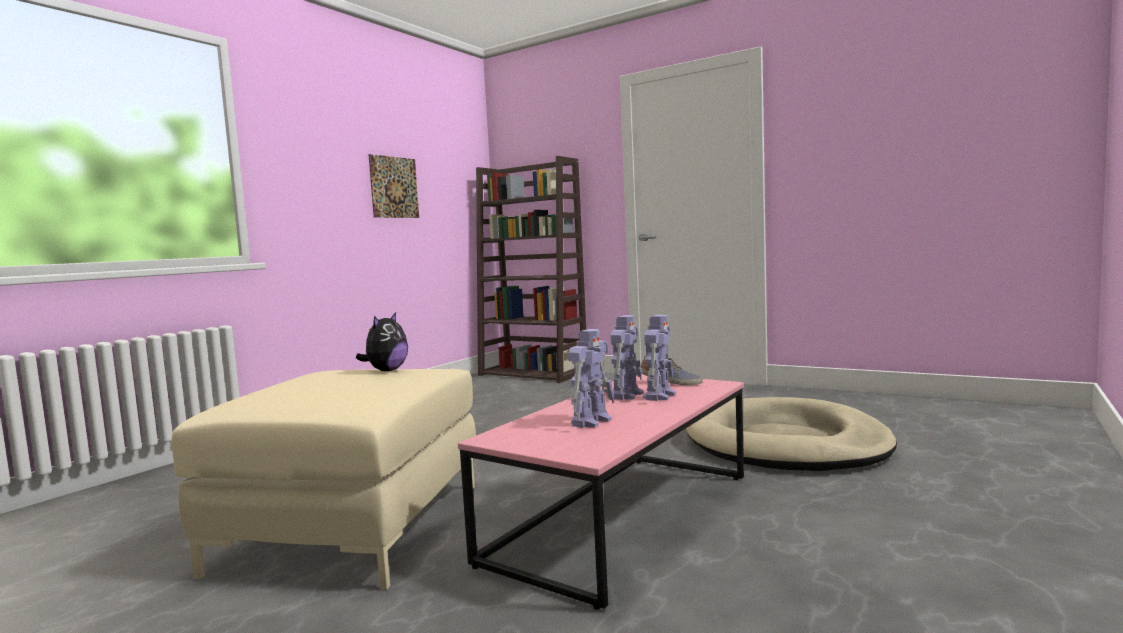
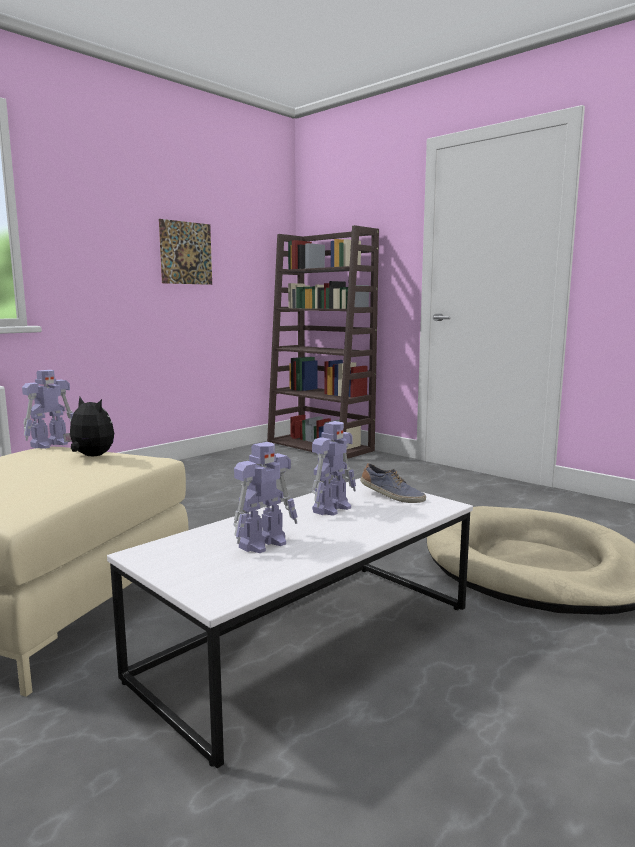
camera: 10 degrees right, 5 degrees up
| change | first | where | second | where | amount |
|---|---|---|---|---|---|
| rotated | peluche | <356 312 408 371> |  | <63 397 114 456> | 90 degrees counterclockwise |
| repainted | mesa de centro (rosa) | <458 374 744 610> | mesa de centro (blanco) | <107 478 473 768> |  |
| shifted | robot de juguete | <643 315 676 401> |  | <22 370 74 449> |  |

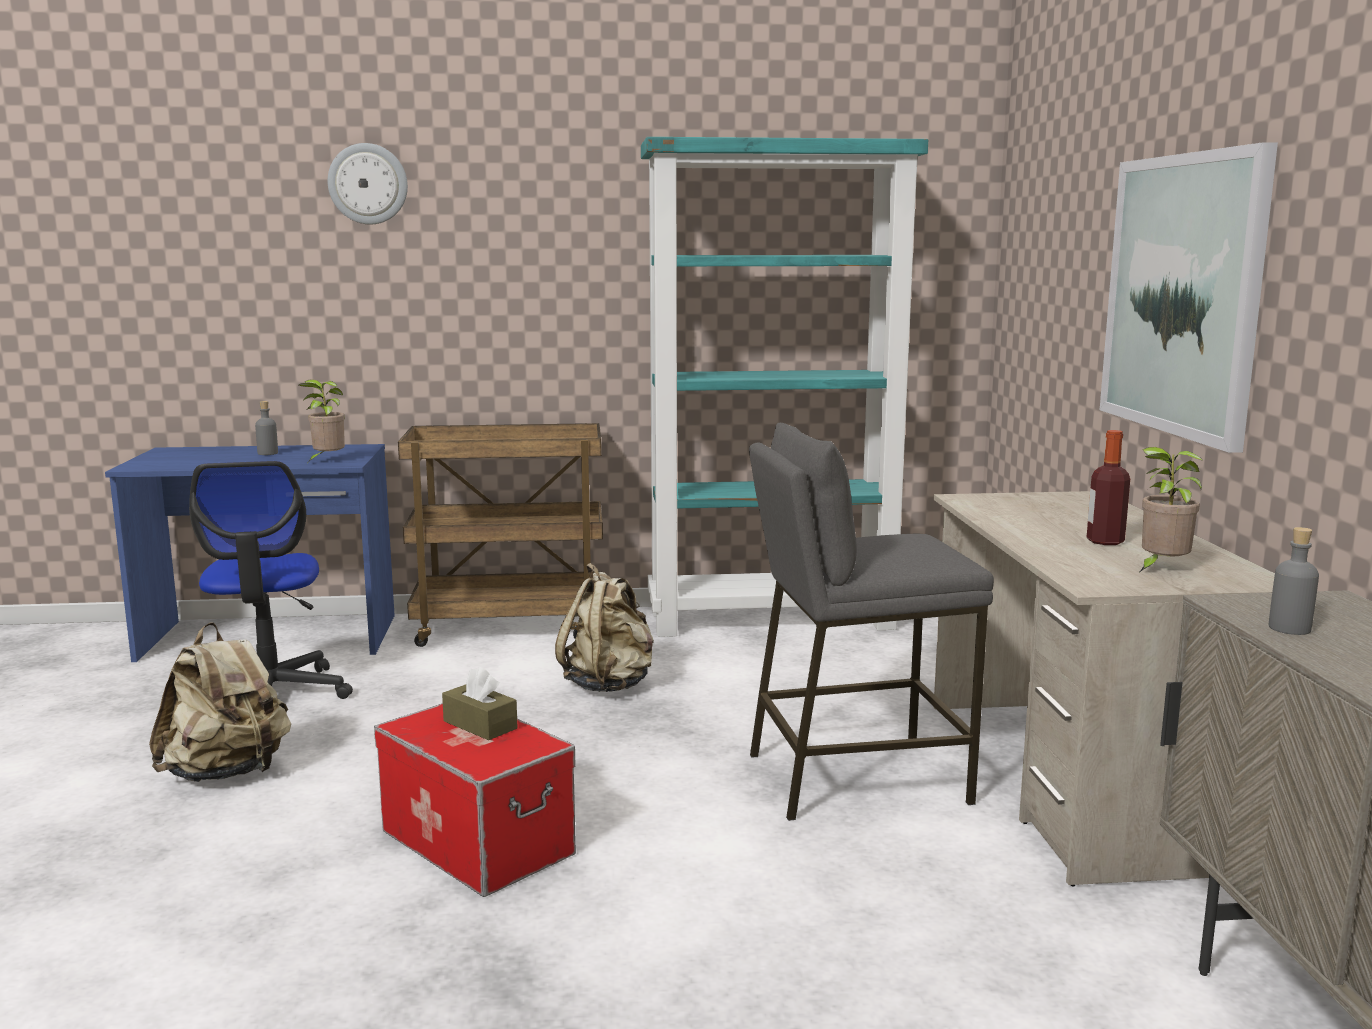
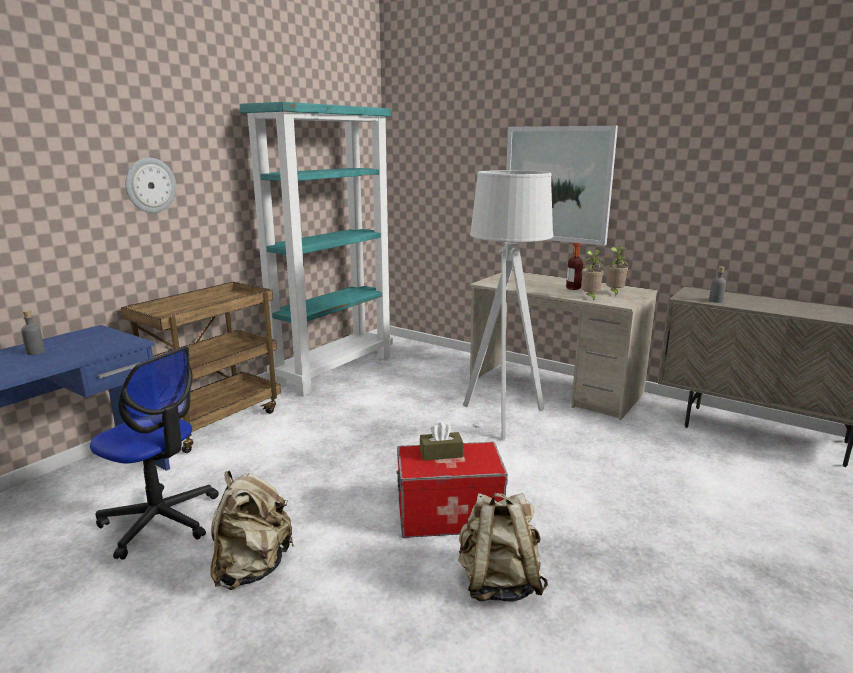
camera: 50 degrees left, 5 degrees up
| change | first | where | second | where | amount |
|---|---|---|---|---|---|
| shifted | planta en maceta | <299 379 345 462> |  | <582 250 604 301> |  |
| shifted | reloj de pared | <328 143 408 224> |  | <125 158 176 213> |  |
| shifted | mochila (beis) | <555 563 654 692> |  | <458 493 548 602> |  |
| swapped | taburete (gris) | <749 423 994 821> | lámpara de pie (gris) | <463 170 553 439> |  |

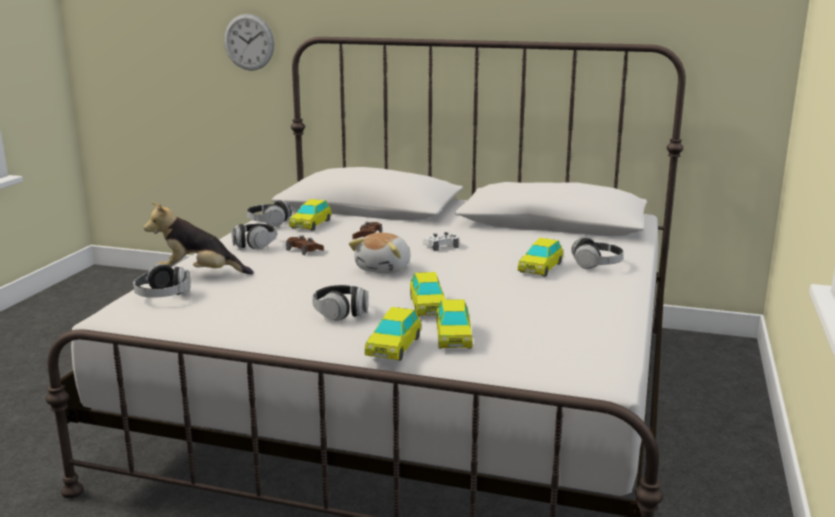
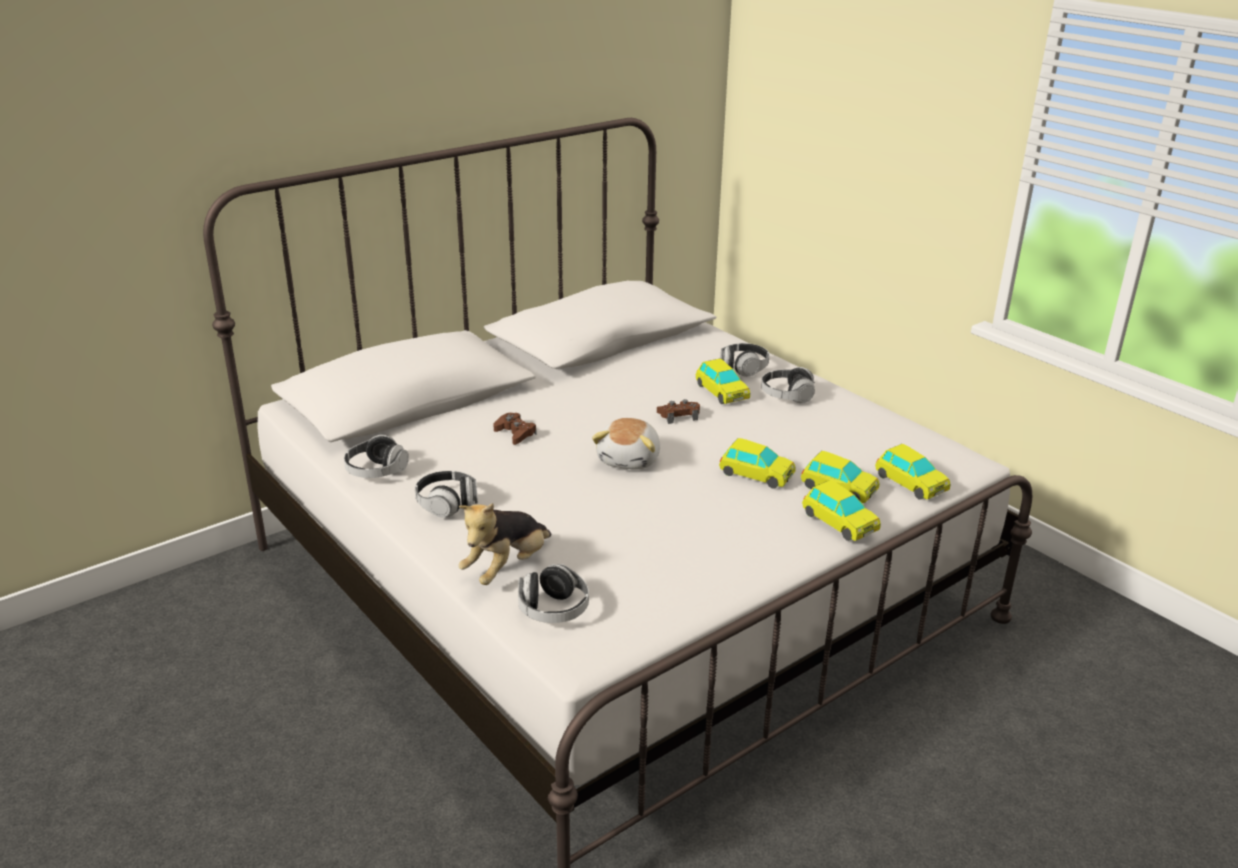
camera: 55 degrees left, 10 degrees up
| change | first | where | second | where | amount |
|---|---|---|---|---|---|
| gone | reloj de pared | <224 14 274 71> |  |  |  |
| shifted | mando de consola (marrón) | <286 235 324 255> |  | <657 399 700 424> |  |
| shifted | coche de juguete | <289 199 332 231> |  | <875 444 951 500> |  |
| shifted | auriculares | <313 285 368 321> |  | <761 367 815 403> |  |
| rotated | peluche | <349 232 411 274> |  | <592 418 660 470> | 45 degrees clockwise |
| gone | mando de consola (blanco) | <423 232 459 251> |  |  |  |

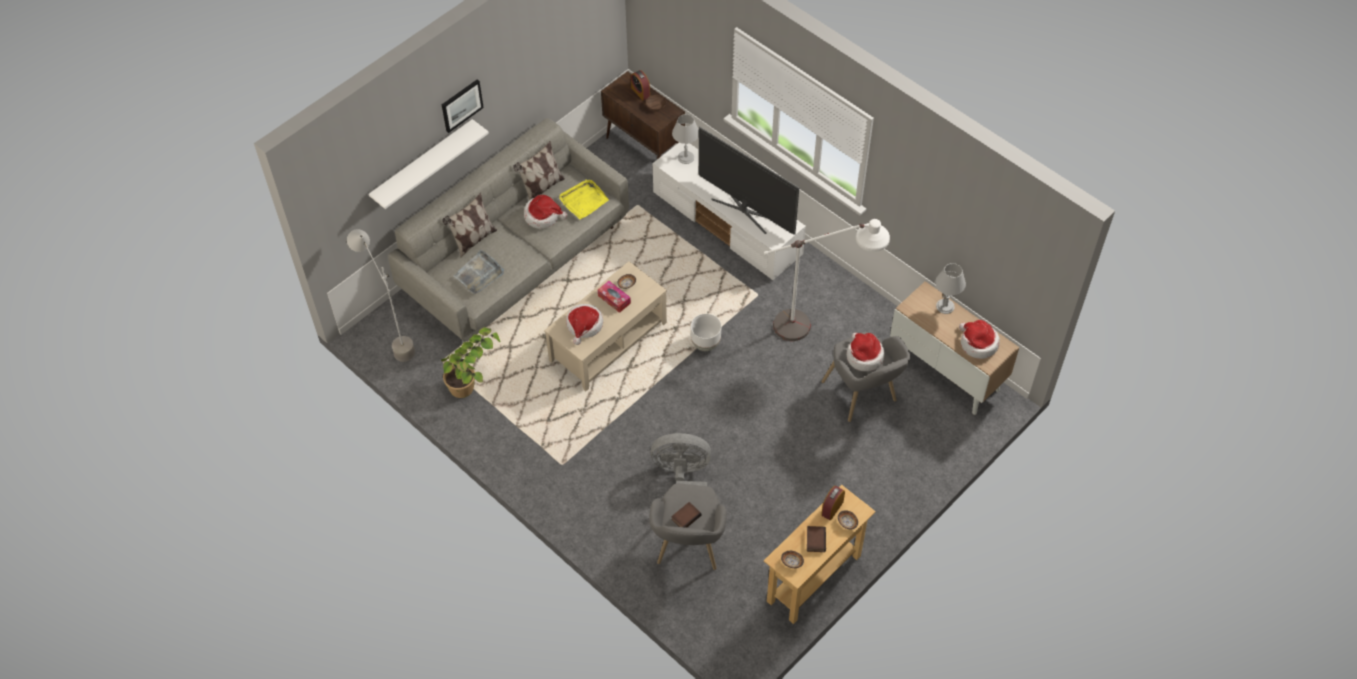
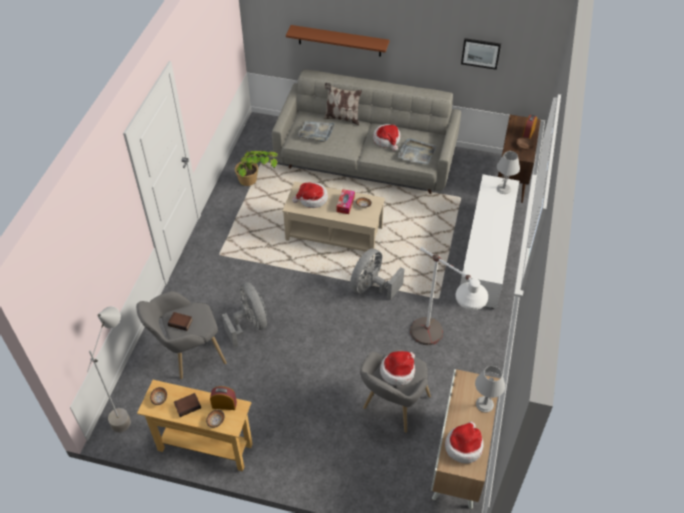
camera: 60 degrees right, 5 degrees down
| change | first | where | second | where | amount |
|---|---|---|---|---|---|
| shifted | lámpara de pie (gris) | <347 229 415 362> |  | <87 306 131 433> |  |
| repainted | estante (blanco) | <369 119 489 209> | estante (marrón) | <286 25 390 57> |  |
| shifted | cuadro | <442 79 484 133> |  | <461 38 501 70> |  |
| gone | cojín | <513 141 565 200> |  |  |  |
| repainted | bandeja (amarillo) | <559 179 609 219> | bandeja (gris) | <398 138 436 165> |  |
| swapped | maceta (blanco) | <691 314 721 351> | ventilador (gris) | <350 248 404 300> |  |
| gone | televisor | <699 127 799 235> |  |  |  |

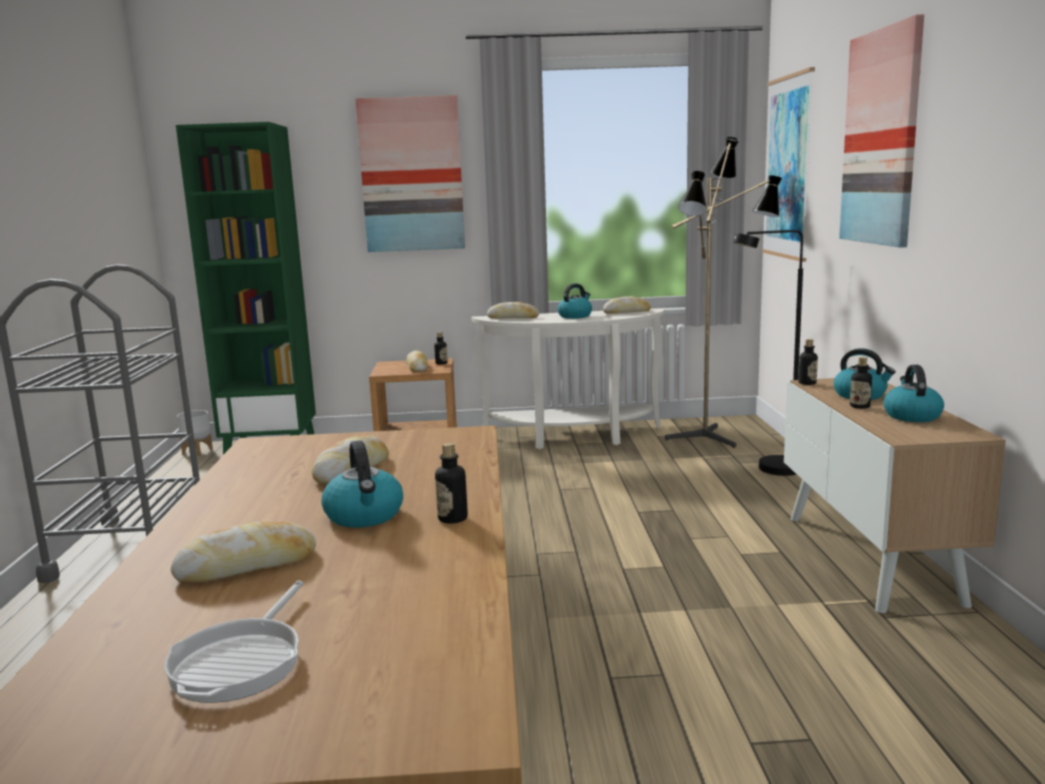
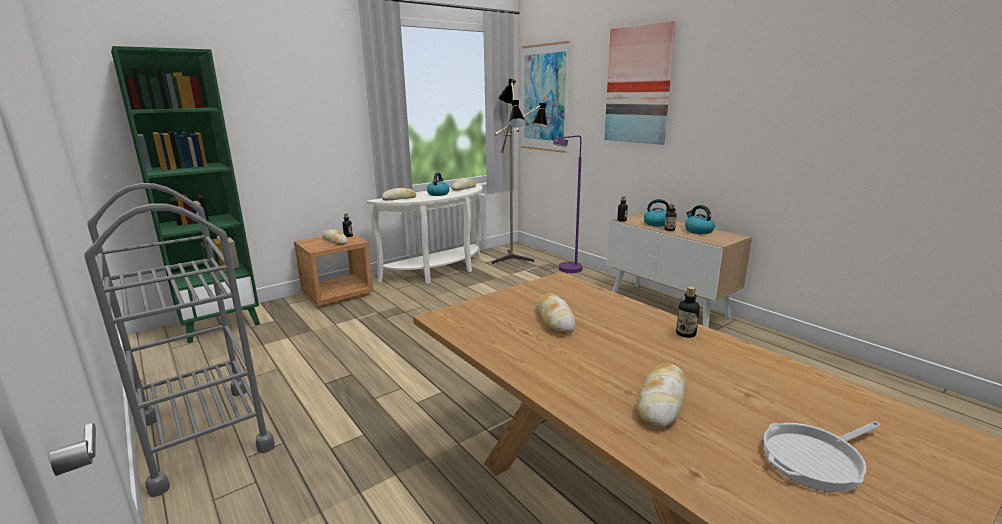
camera: 35 degrees left, 5 degrees up
| change | first | where | second | where | amount |
|---|---|---|---|---|---|
| rotated | sartén | <164 581 304 703> |  | <764 421 881 492> | 90 degrees clockwise |
| gone | maceta (blanco) | <177 410 213 456> |  |  |  |
| gone | hervidor | <321 440 403 528> |  |  |  |
| gone | cuadro | <355 95 465 252> |  |  |  |
| repainted | lámpara de pie (negro) | <733 230 803 476> | lámpara de pie (morado) | <553 135 583 273> |  |

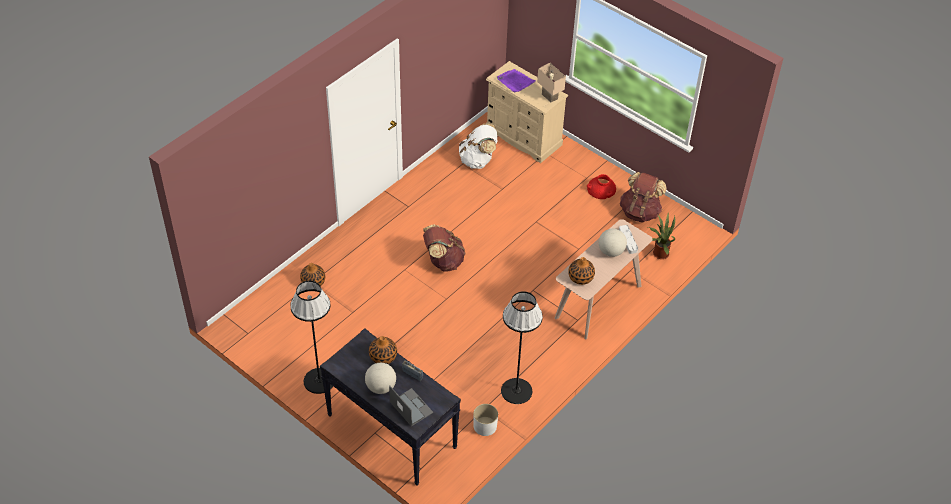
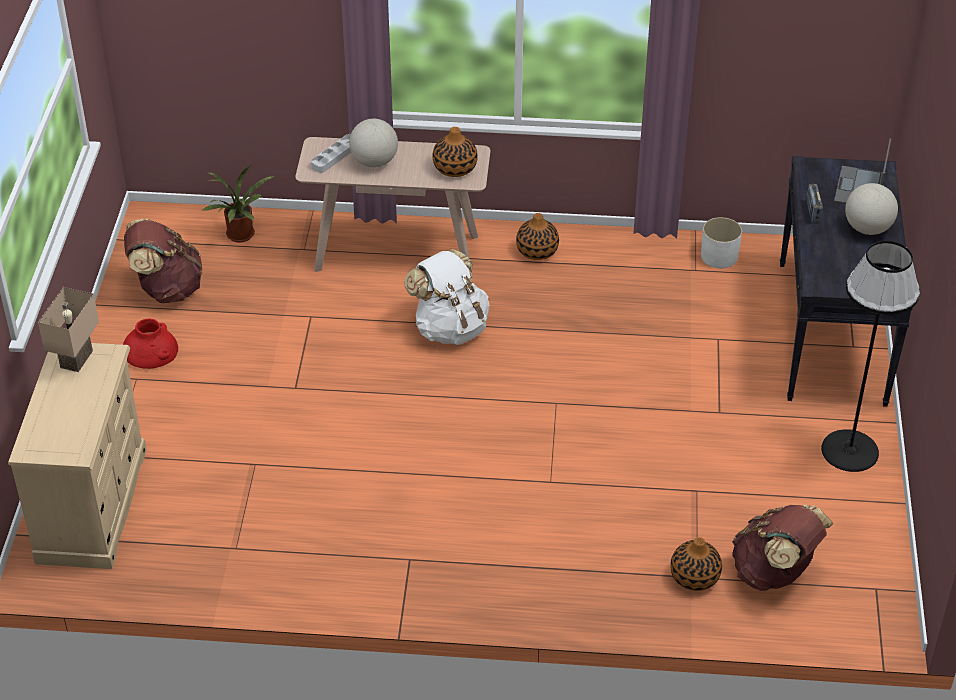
camera: 125 degrees left, 5 degrees down
| change | first | where | second | where | amount |
|---|---|---|---|---|---|
| shifted | florero | <369 336 397 364> |  | <516 213 559 260> |  |
| shifted | mochila (marrón) | <423 224 465 272> |  | <732 505 833 591> |  |
| shifted | mochila (blanco) | <459 124 497 169> |  | <404 249 489 345> |  |
| gone | bandeja (morado) | <497 69 535 92> |  |  |  |
| gone | lámpara de pie (negro) | <501 291 543 404> |  |  |  |

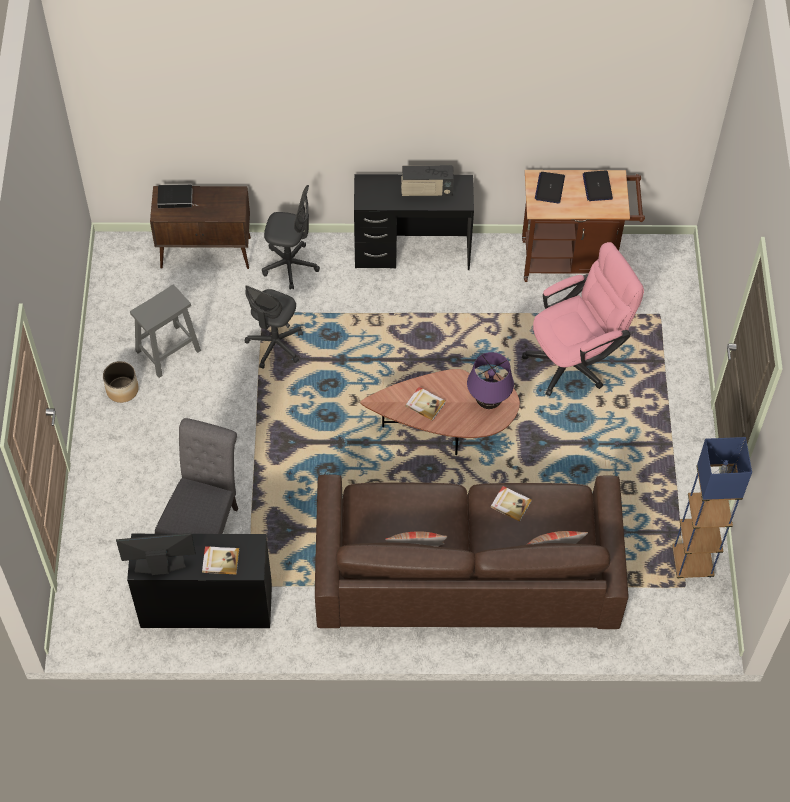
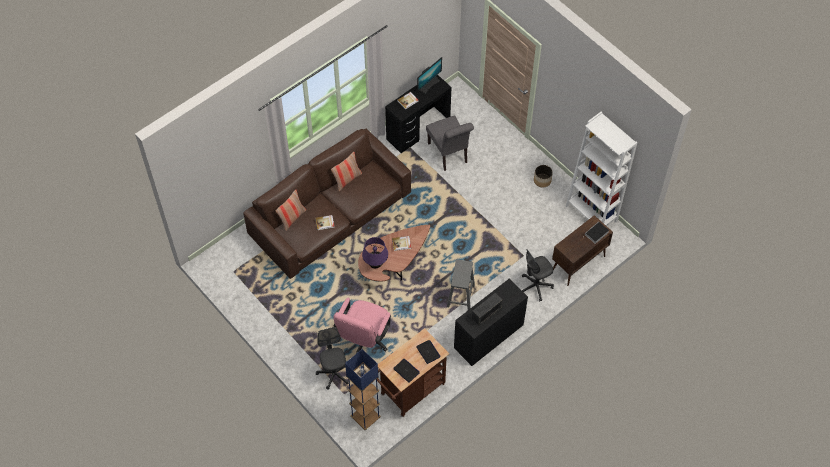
camera: 140 degrees right, 0 degrees up
| change | first | where | second | where | amount |
|---|---|---|---|---|---|
| shifted | taburete (gris) | <130 284 201 378> |  | <447 259 475 310> |  |
| shifted | silla de oficina (gris) | <245 286 303 369> |  | <316 327 349 390> |  |
| shifted | lámpara de pie (azul) | <672 437 752 579> |  | <345 349 381 430> |  |
| new |  |  | estantería (blanco) | <566 112 637 226> |  |

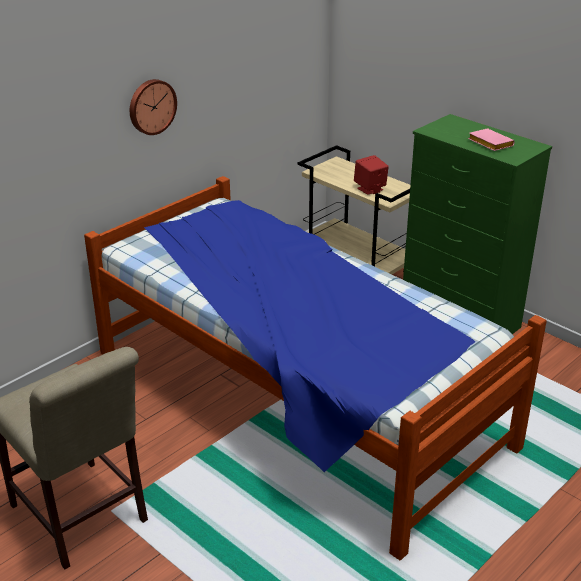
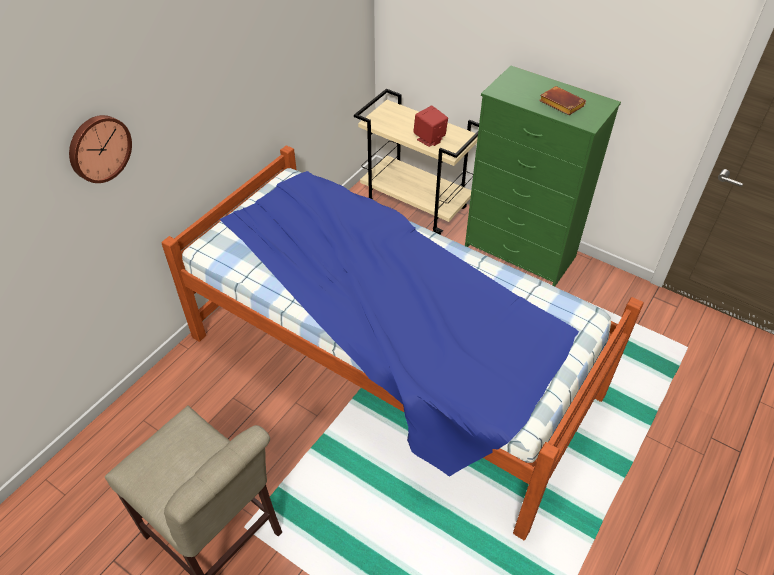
camera: 10 degrees left, 15 degrees up
| change | first | where | second | where | amount |
|---|---|---|---|---|---|
| shifted | reloj de pared | <130 79 177 135> |  | <69 115 132 183> |  |
| repainted | libro (rosa) | <468 128 515 151> | libro (marrón) | <539 86 586 115> |  |

